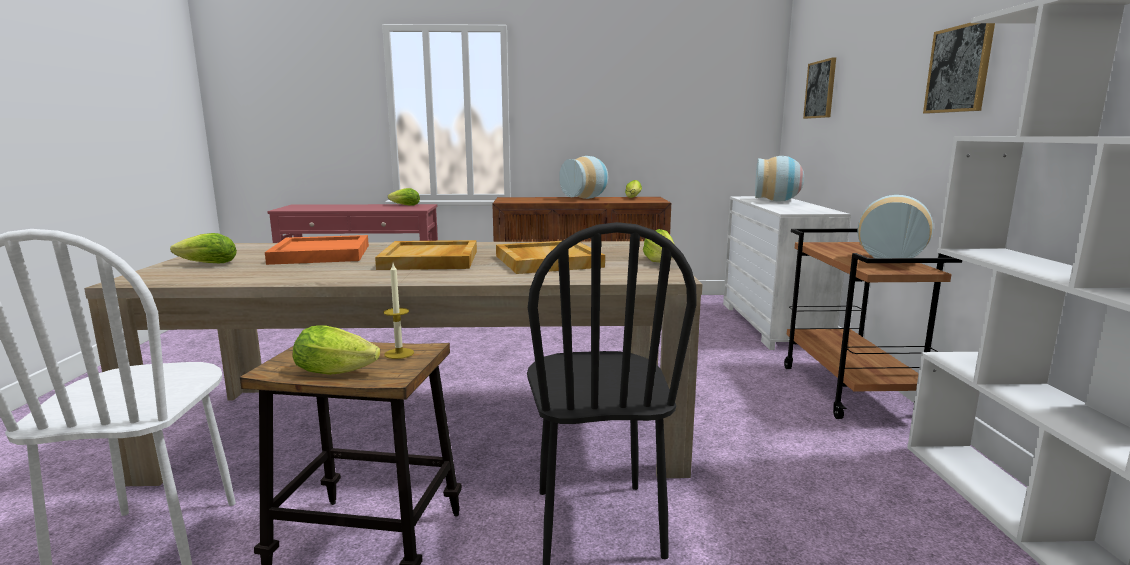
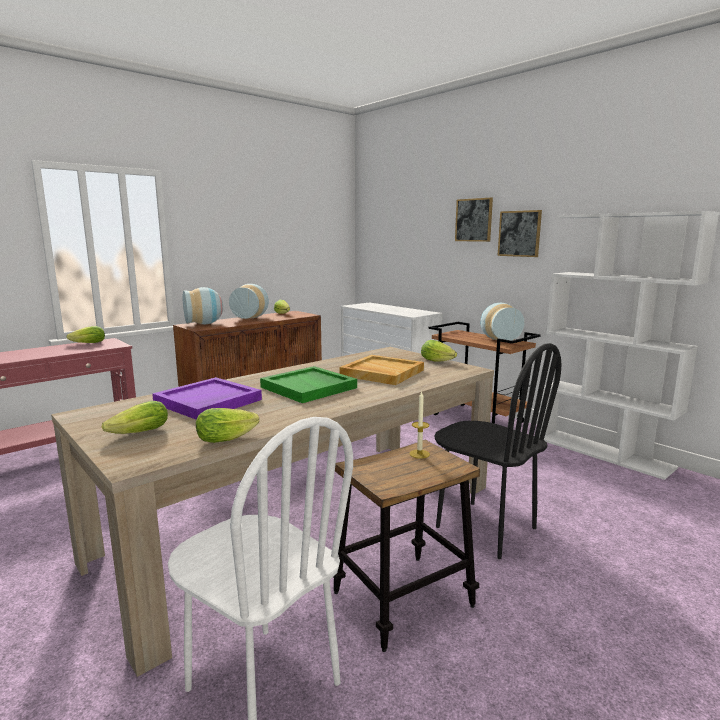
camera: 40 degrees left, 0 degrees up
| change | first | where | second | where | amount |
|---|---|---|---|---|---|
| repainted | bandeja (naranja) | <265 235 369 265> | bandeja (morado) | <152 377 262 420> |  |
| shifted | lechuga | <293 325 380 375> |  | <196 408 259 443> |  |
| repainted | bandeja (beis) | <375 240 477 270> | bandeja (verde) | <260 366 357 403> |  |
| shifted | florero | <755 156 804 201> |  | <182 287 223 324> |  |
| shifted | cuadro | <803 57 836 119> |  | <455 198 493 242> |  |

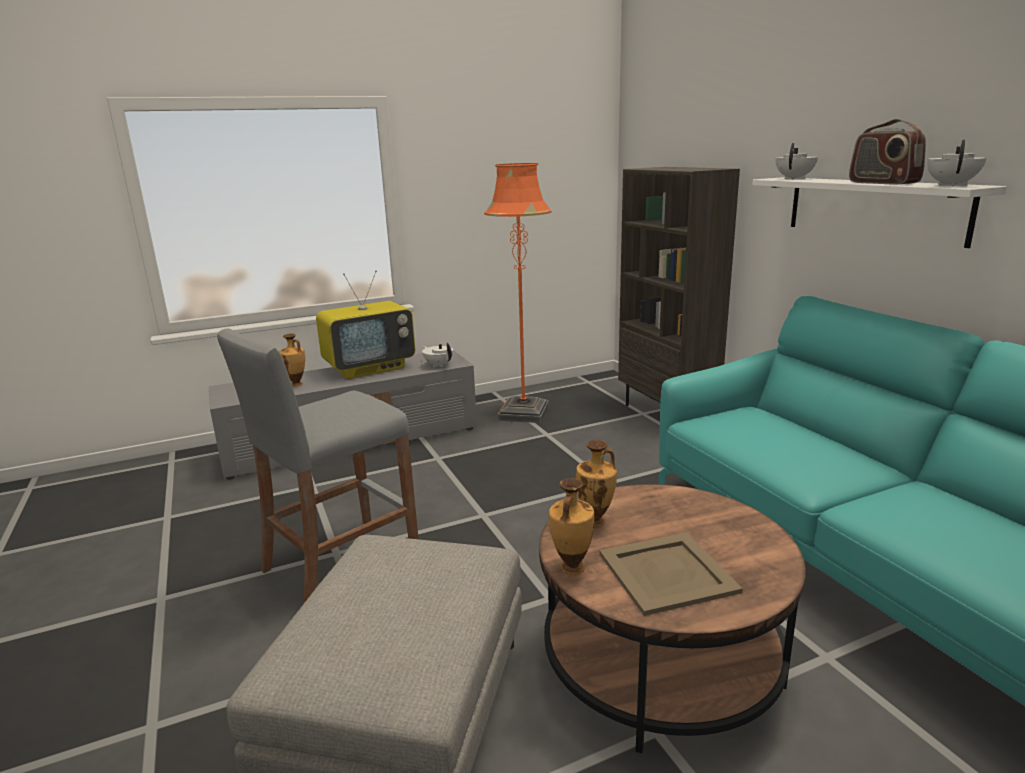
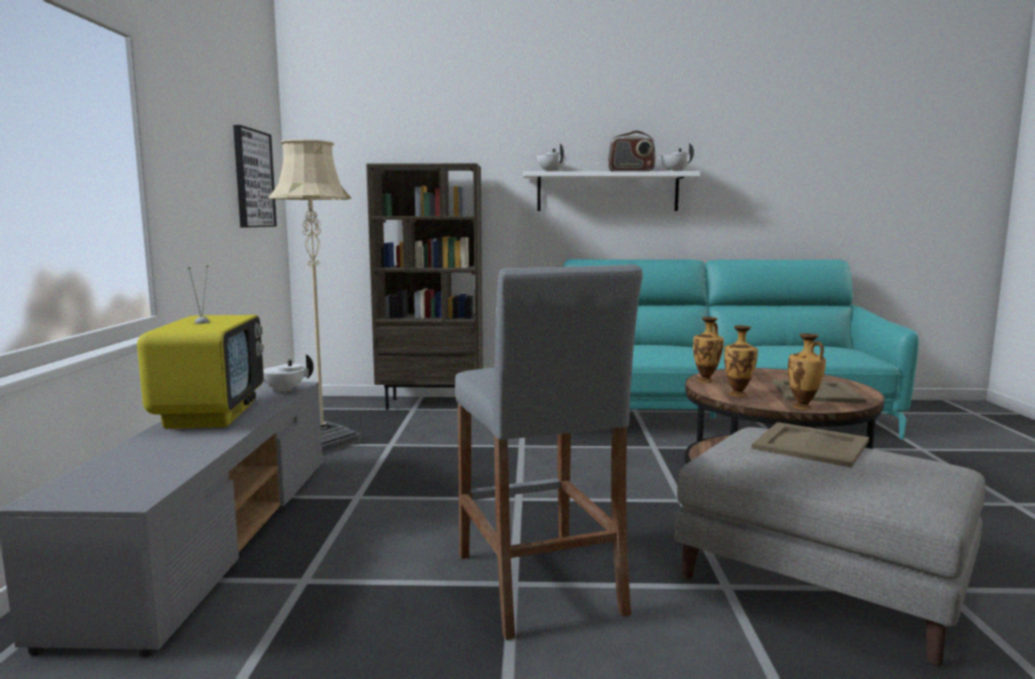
camera: 65 degrees left, 10 degrees down
| change | first | where | second | where | amount |
|---|---|---|---|---|---|
| shifted | florero | <280 334 305 387> |  | <693 317 724 382> |  |
| repainted | lámpara de pie (naranja) | <484 163 552 423> | lámpara de pie (beis) | <269 139 360 454> |  |
| new |  |  | cuadro | <233 125 277 227> |  |
| new |  |  | bandeja (beis) | <752 422 869 468> |  |

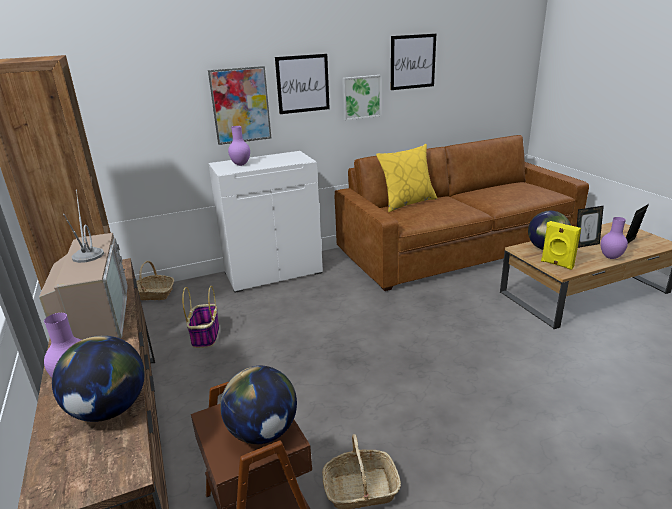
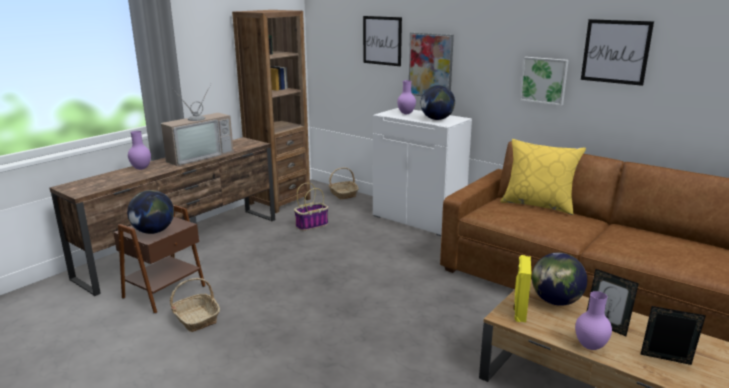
camera: 60 degrees right, 5 degrees down
| change | first | where | second | where | amount |
|---|---|---|---|---|---|
| shifted | globo terráqueo | <52 335 145 422> |  | <421 85 455 120> |  |
| shifted | cuadro | <275 54 330 114> |  | <363 16 402 66> |  |

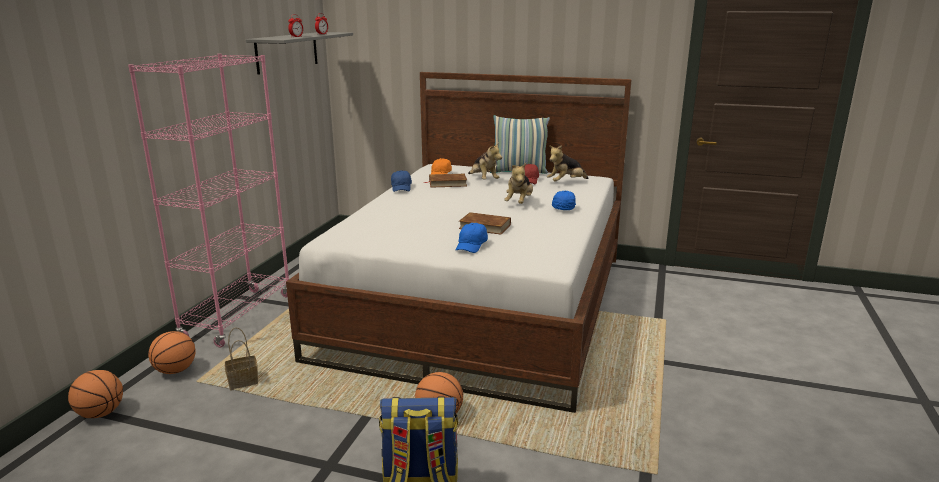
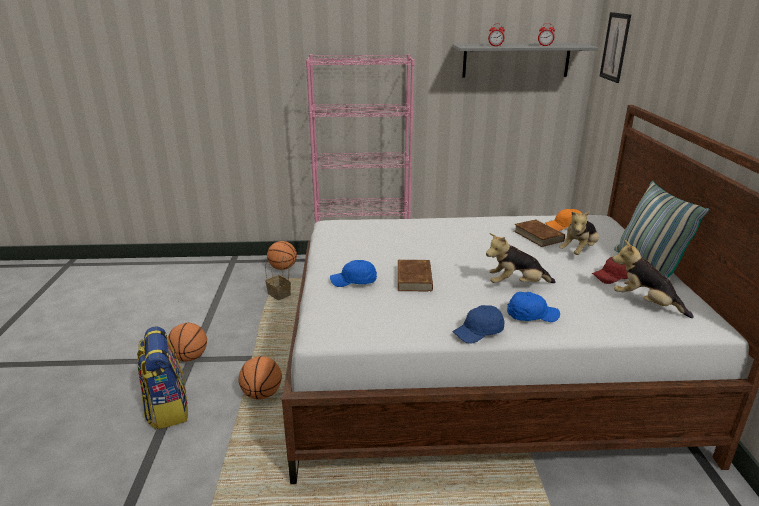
camera: 70 degrees right, 5 degrees up
| change | first | where | second | where | amount |
|---|---|---|---|---|---|
| shifted | balón de baloncesto | <68 370 123 418> |  | <167 323 207 362> |  |
| shifted | gorra (azul) | <391 170 412 192> |  | <452 305 504 344> |  |
| new |  |  | cuadro | <600 12 631 83> |  |

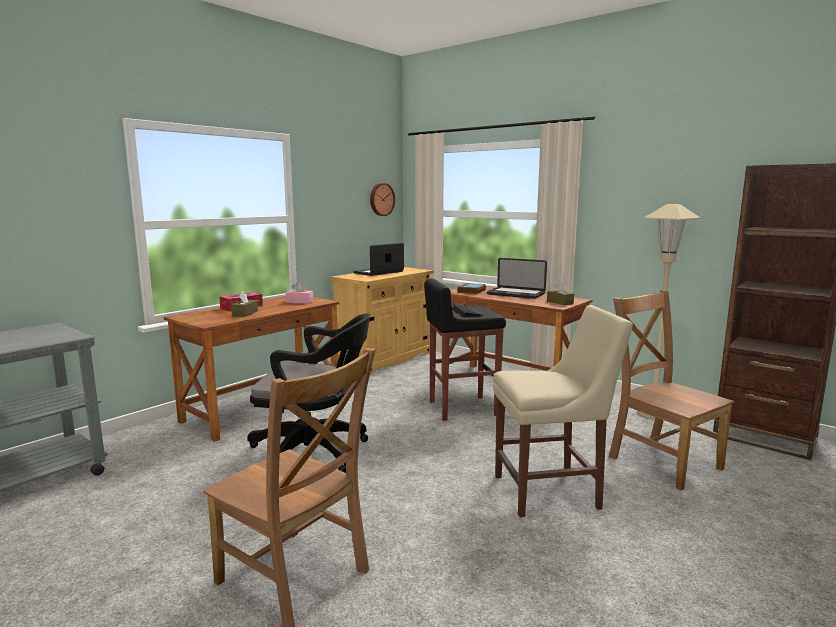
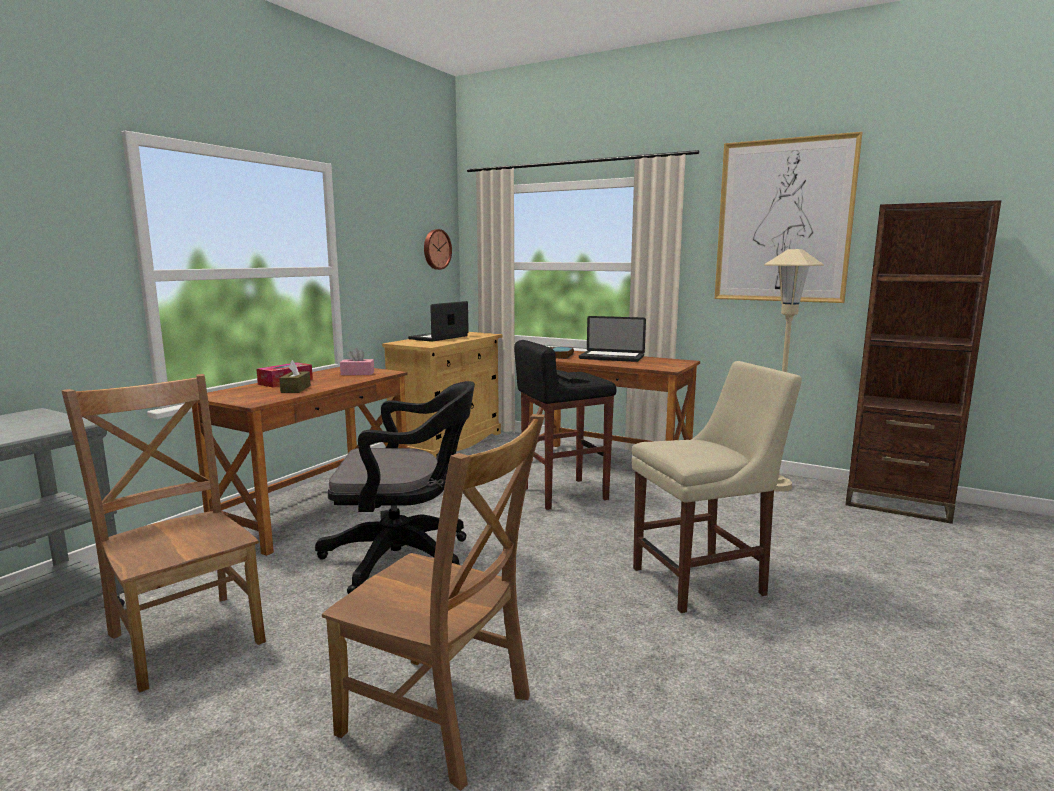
camera: 10 degrees left, 0 degrees up
| change | first | where | second | where | amount |
|---|---|---|---|---|---|
| gone | caja de pañuelos (marrón) | <547 282 574 305> |  |  |  |
| shifted | silla (marrón) | <609 290 735 490> |  | <62 374 266 693> |  |
| new |  |  | cuadro | <715 132 862 303> |  |

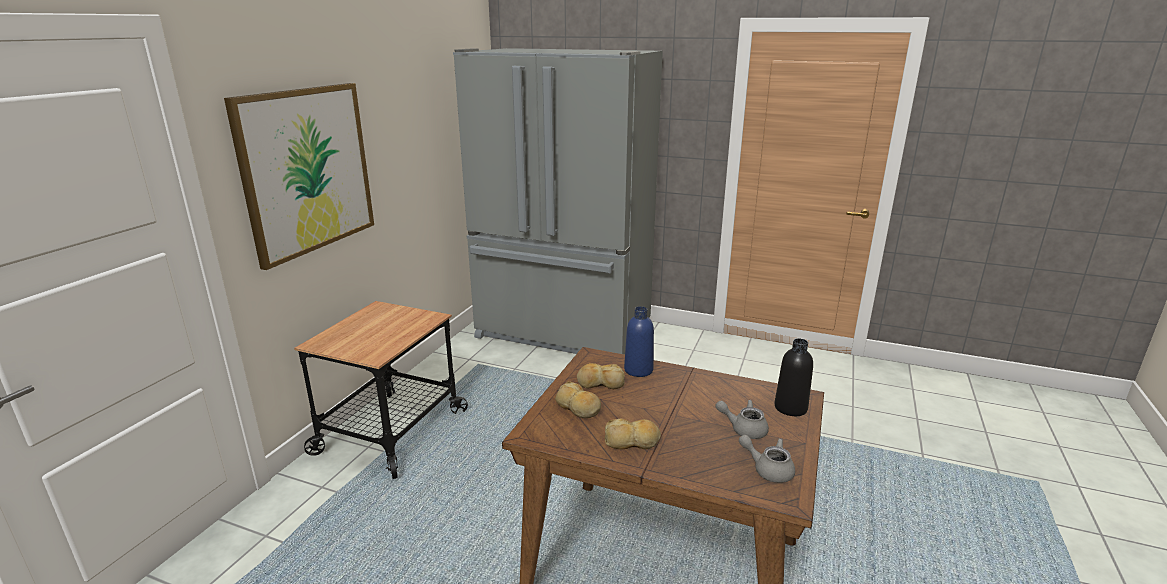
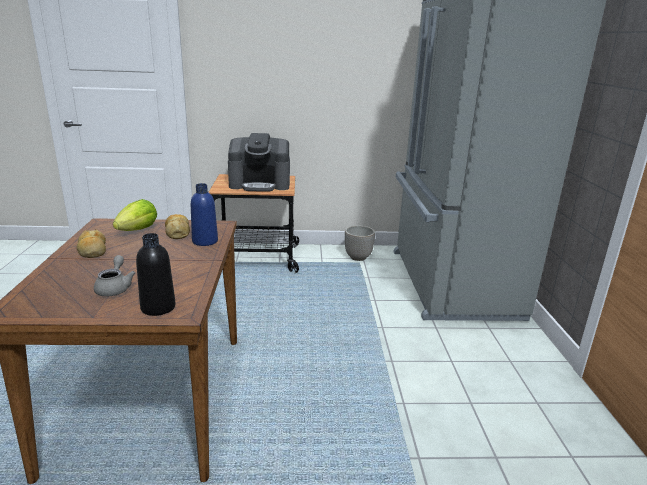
camera: 65 degrees right, 0 degrees up
| change | first | where | second | where | amount |
|---|---|---|---|---|---|
| gone | cuadro | <224 83 374 270> |  |  |  |
| swapped | pan | <555 381 601 418> | lechuga | <113 199 157 231> |  |
| gone | tetera (gris) | <739 435 795 483> |  |  |  |
| new |  |  | cafetera | <228 133 290 192> |  |
| new |  |  | maceta | <345 226 375 261> |  |

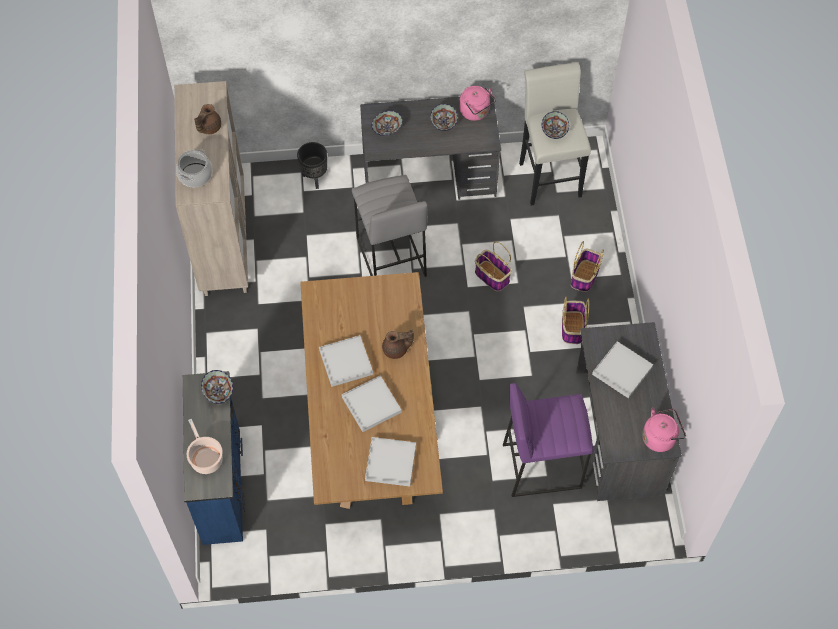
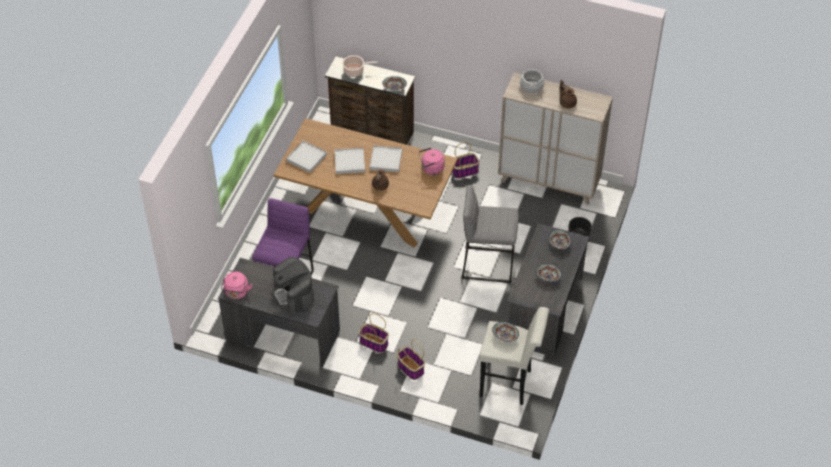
camera: 115 degrees right, 10 degrees down
| change | first | where | second | where | amount |
|---|---|---|---|---|---|
| repainted | cómoda (azul) | <183 371 245 545> | cómoda (marrón) | <325 57 415 145> |  |
| shifted | hervidor (rosa) | <459 86 496 121> |  | <419 148 445 175> |  |
| shifted | cesta | <475 242 512 291> |  | <452 142 480 179> |  |
| swapped | bandeja (blanco) | <592 341 653 398> | cafetera | <273 257 314 313> |  |

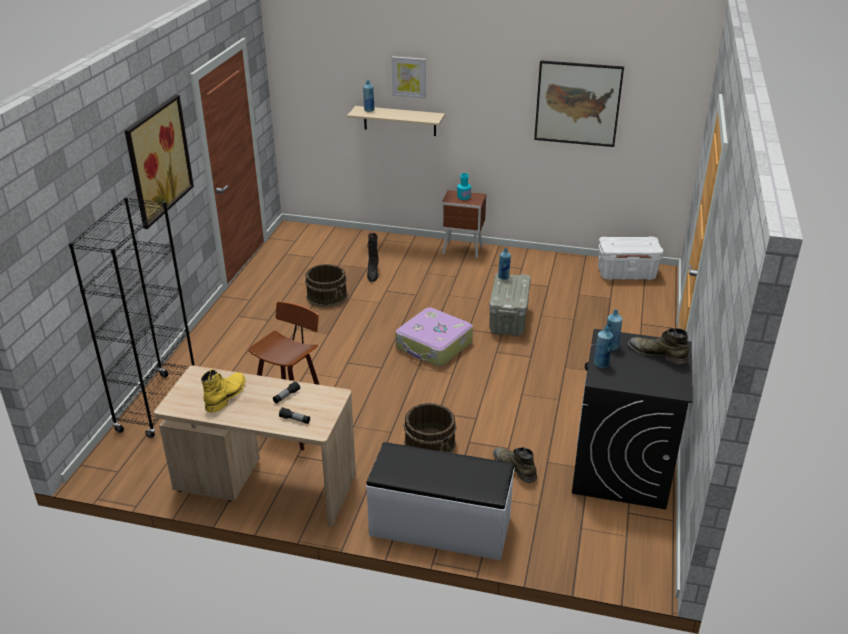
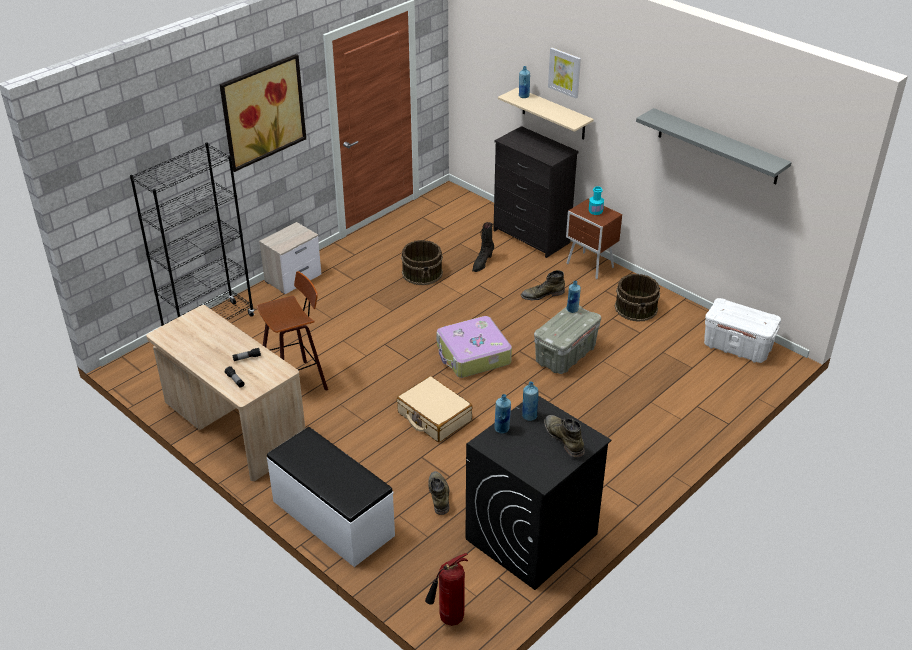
camera: 30 degrees right, 5 degrees up
| change | first | where | second | where | amount |
|---|---|---|---|---|---|
| gone | bota (amarillo) | <201 369 245 412> |  |  |  |
| shifted | cubo (marrón) | <404 403 457 453> |  | <615 274 660 322> |  |
| swapped | cuadro | <534 60 624 147> | estante (gris) | <636 108 792 184> |  |
| new |  |  | mesita de noche | <259 222 321 294> |  |
| new |  |  | maleta (beis) | <397 376 473 442> |  |
| new |  |  | extintor | <425 553 468 626> |  |
| new |  |  | cómoda (negro) | <493 126 579 258> |  |
| new |  |  | bota (verde) | <521 270 565 300> |  |

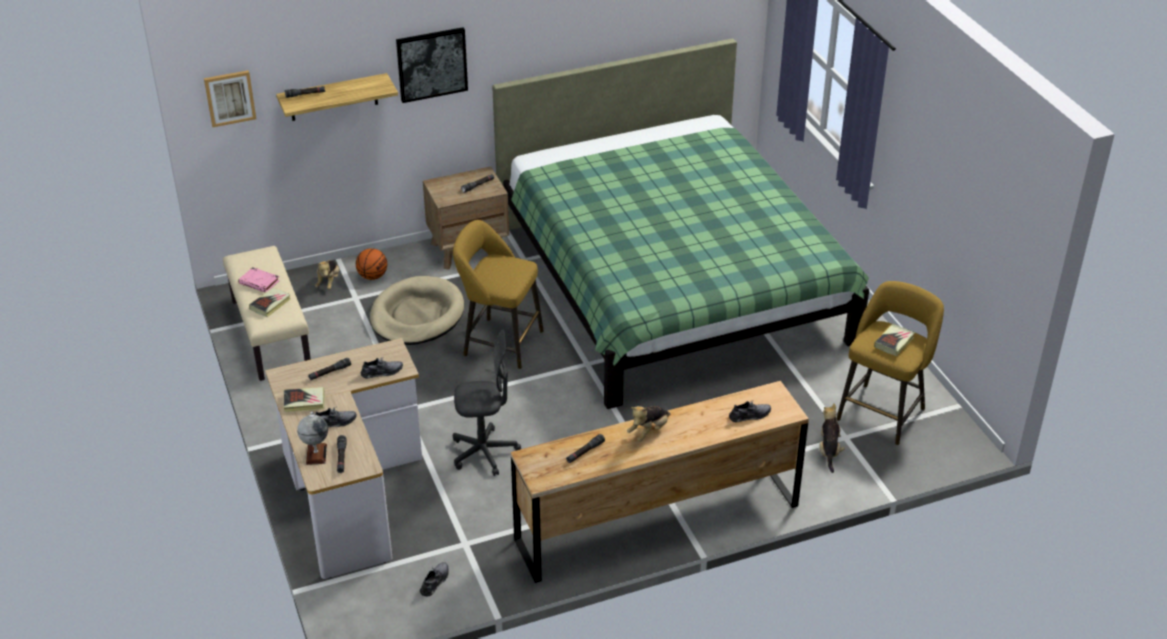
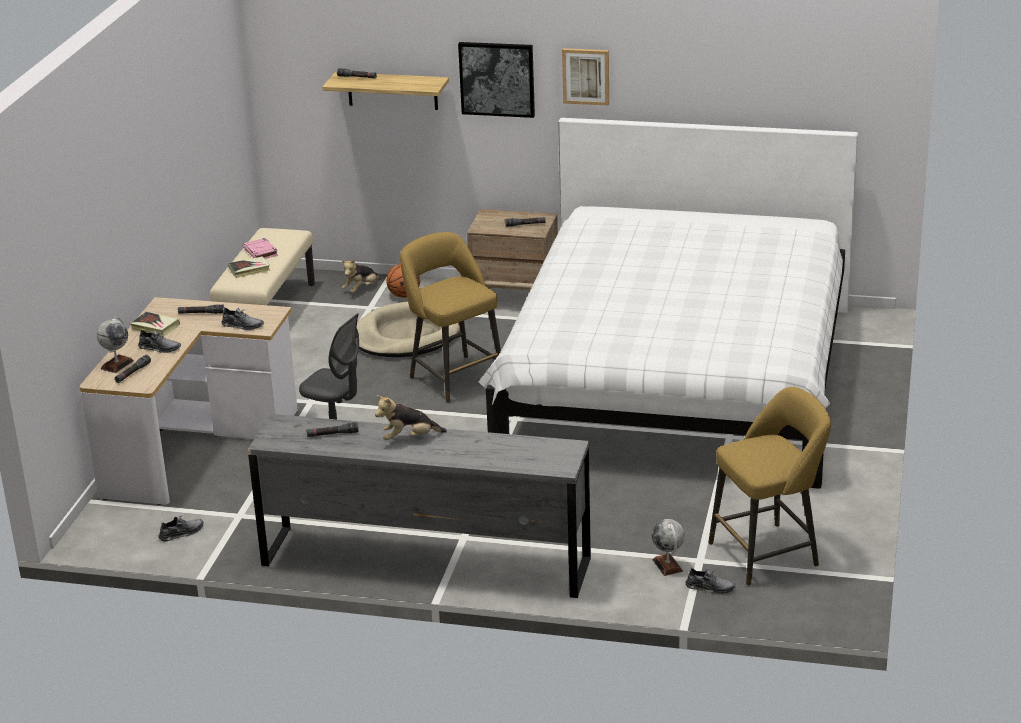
camera: 35 degrees right, 10 degrees down
| change | first | where | second | where | amount |
|---|---|---|---|---|---|
| shifted | cuadro | <204 70 256 127> |  | <562 48 609 106> |  |
| repainted | cama (verde) | <492 38 869 409> | cama (blanco) | <479 118 858 489> |  |
| repainted | cómoda (marrón) | <511 381 809 583> | cómoda (gris) | <248 414 591 598> |  |
| shifted | zapato (gris) | <729 401 771 422> |  | <686 568 736 594> |  |
| swapped | peluche | <819 403 845 473> | globo terráqueo | <652 519 685 576> |  |
| gone | libro | <874 324 915 356> |  |  |  |

